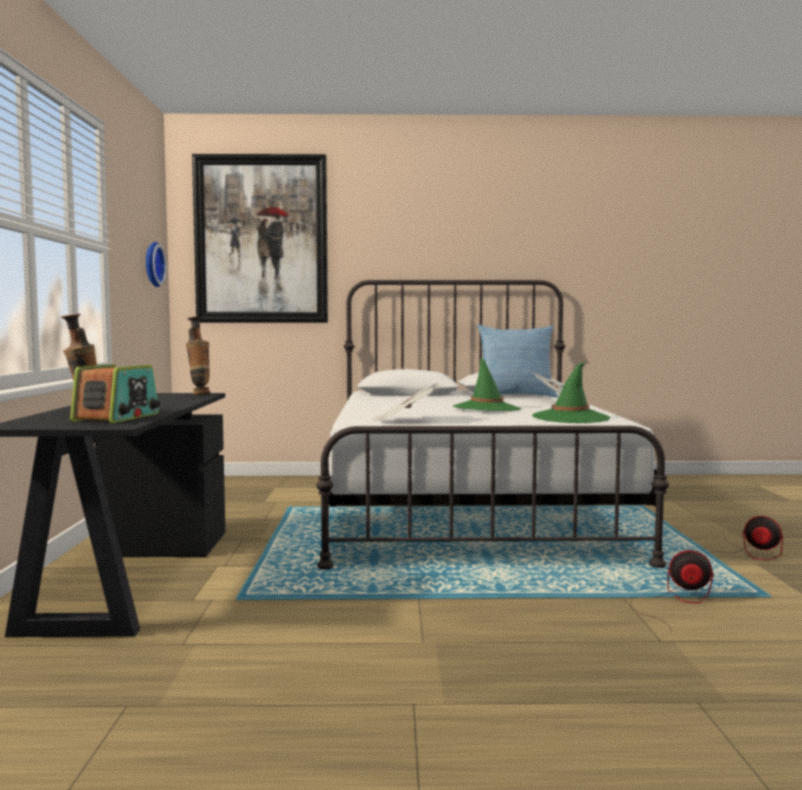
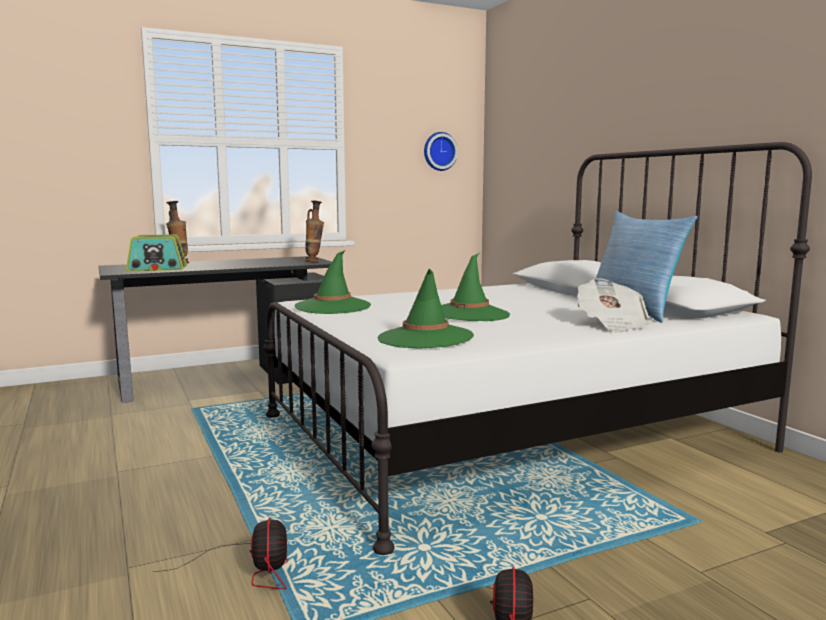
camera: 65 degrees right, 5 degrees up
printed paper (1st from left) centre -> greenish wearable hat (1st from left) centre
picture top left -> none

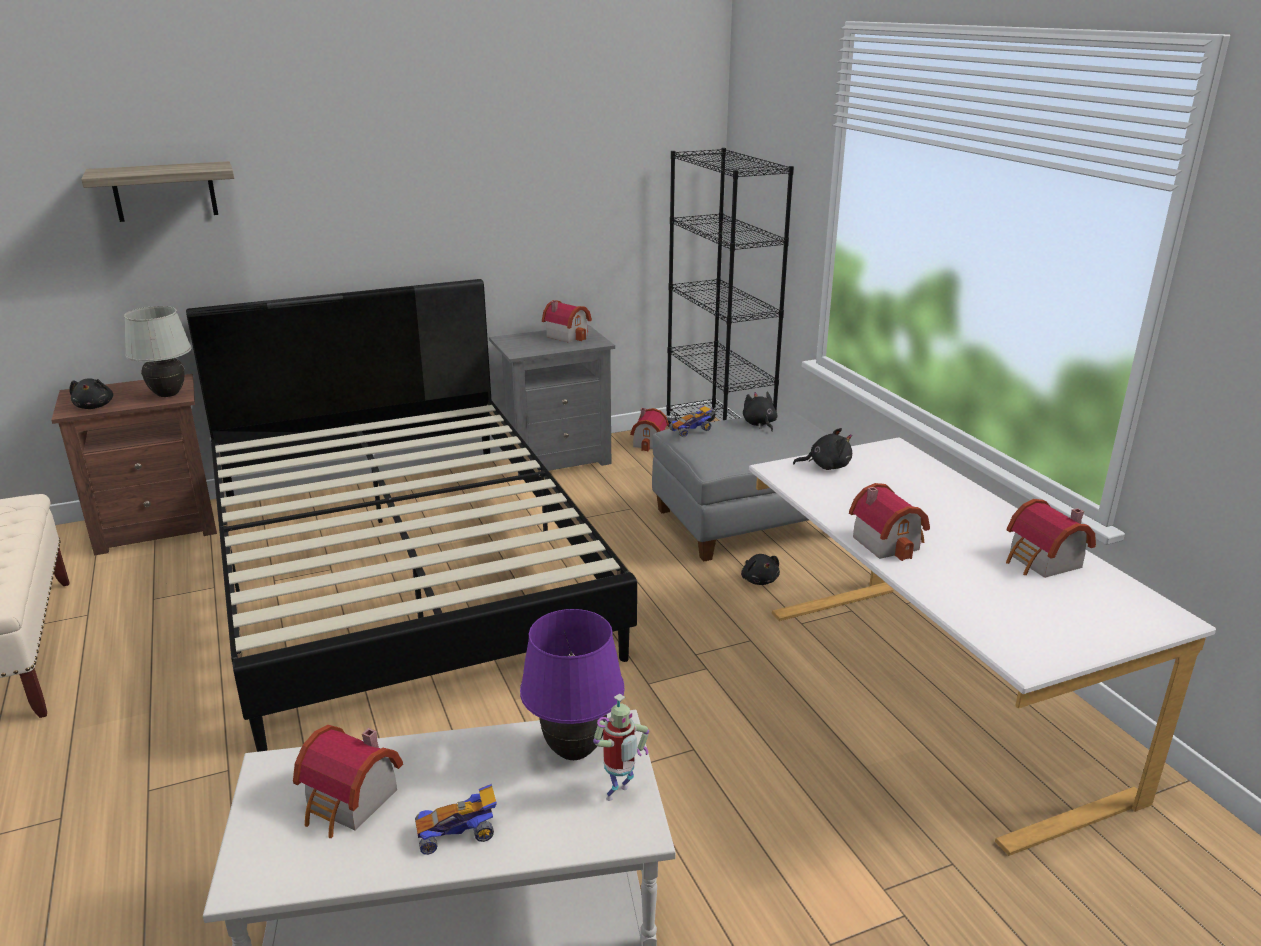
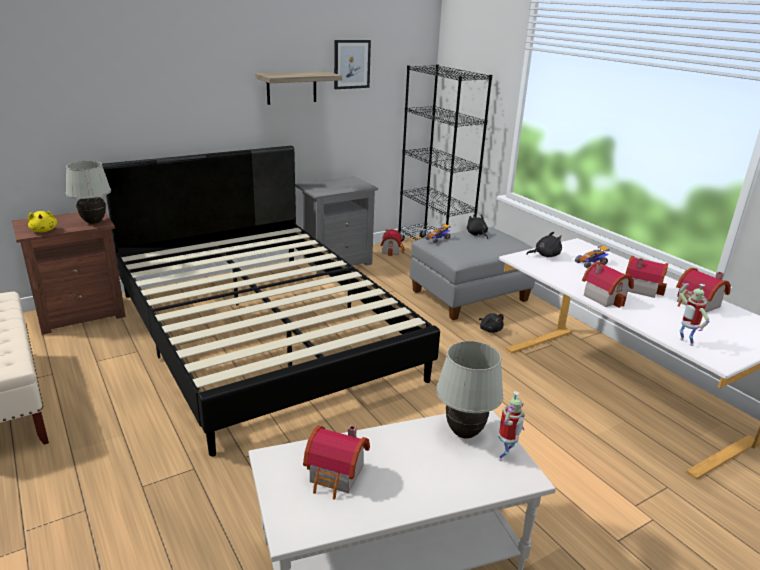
camera: 10 degrees left, 0 degrees up
black-coloured cuddly toy (1st from left) middle left -> yellow cuddly toy middle left
bracket shelf top left -> bracket shelf top centre, move
none -> picture top centre
purple-coloured tabletop lamp bottom centre -> white-coloured tabletop lamp (2nd from left) bottom centre
toy car (1st from left in the first image) bottom centre -> toy car (2nd from left) middle right, move
toy house (2nd from left in the first image) centre -> toy house (4th from left) middle right, move
none -> toy robot (2nd from left) middle right

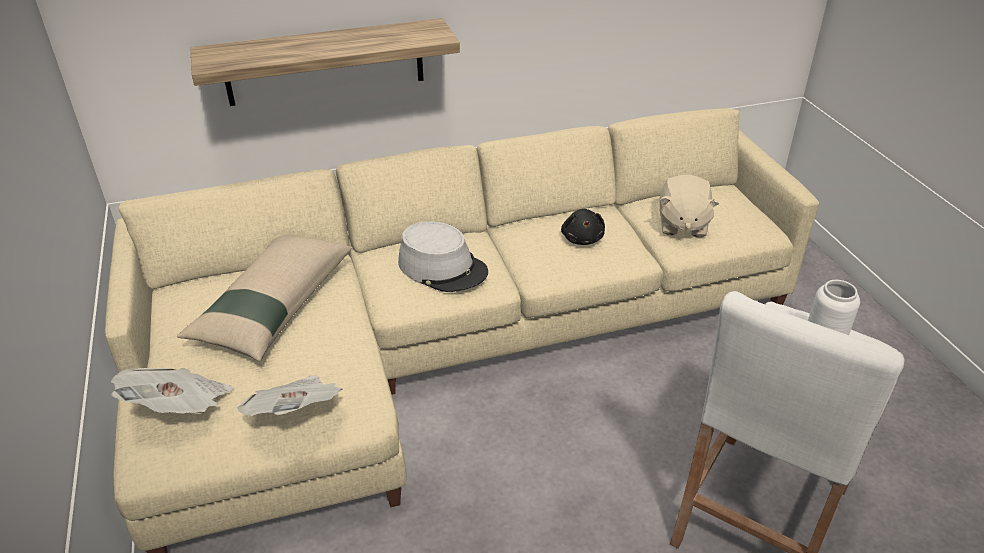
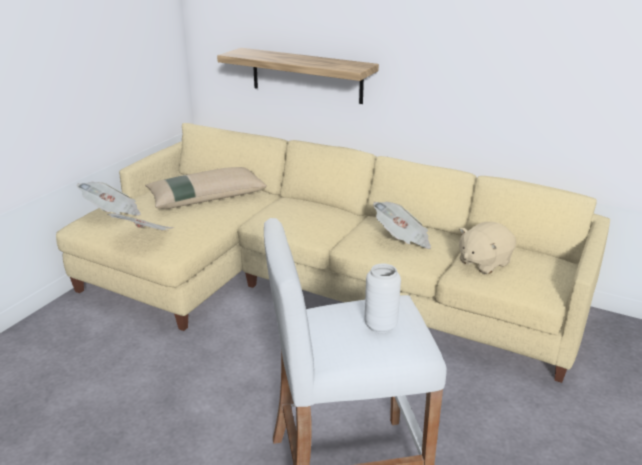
camera: 45 degrees right, 10 degrees down
black-coloured cuddly toy centre -> printed paper (3rd from left) centre
gray wearable hat centre -> none

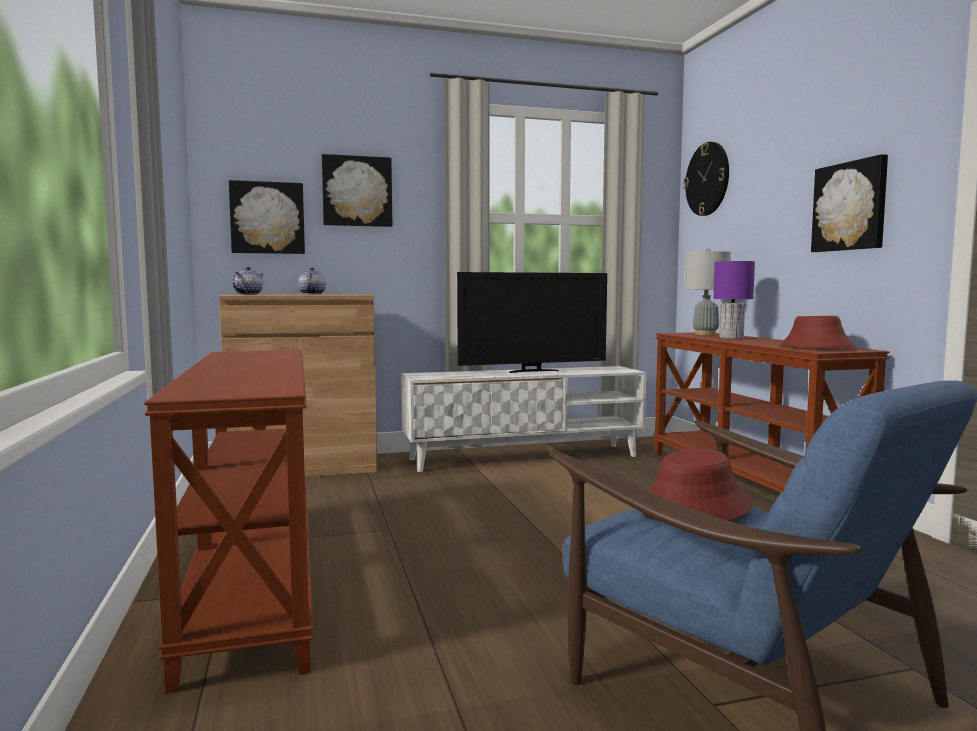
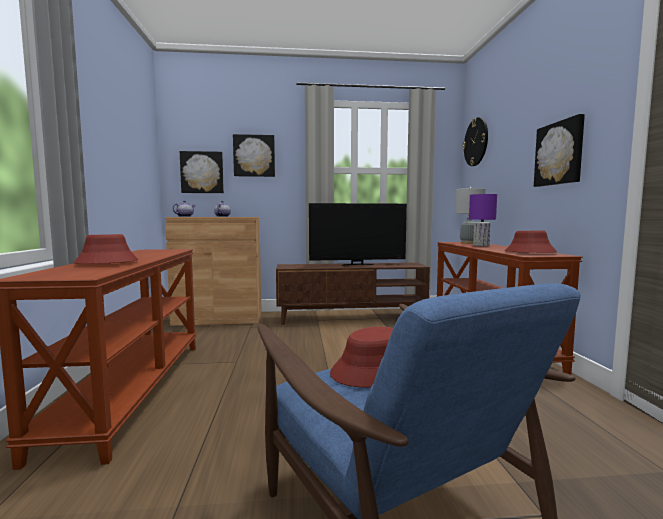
camera: 10 degrees right, 0 degrees up
none -> red-coloured wearable hat (1st from left) middle left
white-coloured tv stand centre -> brownish tv stand centre

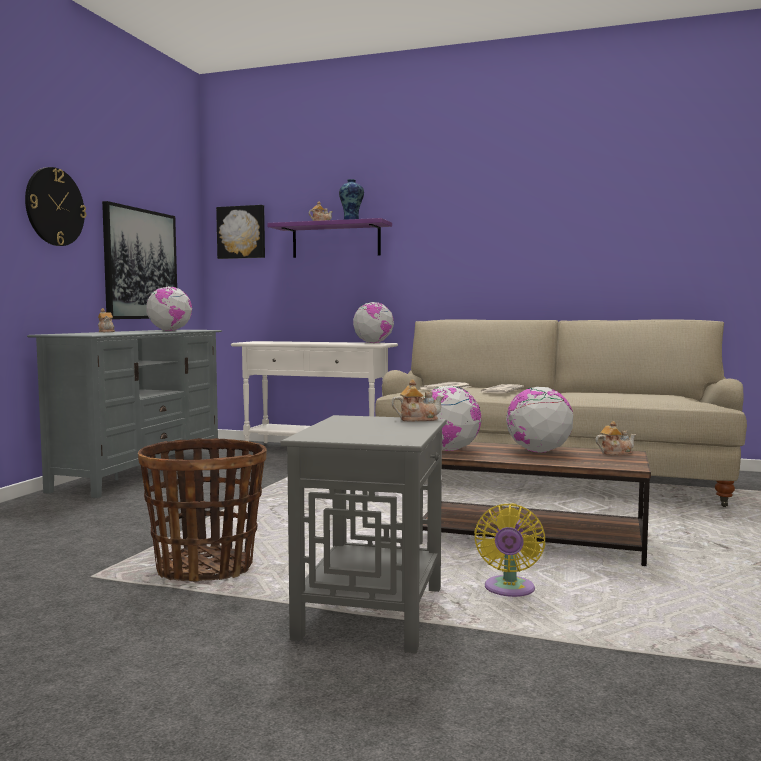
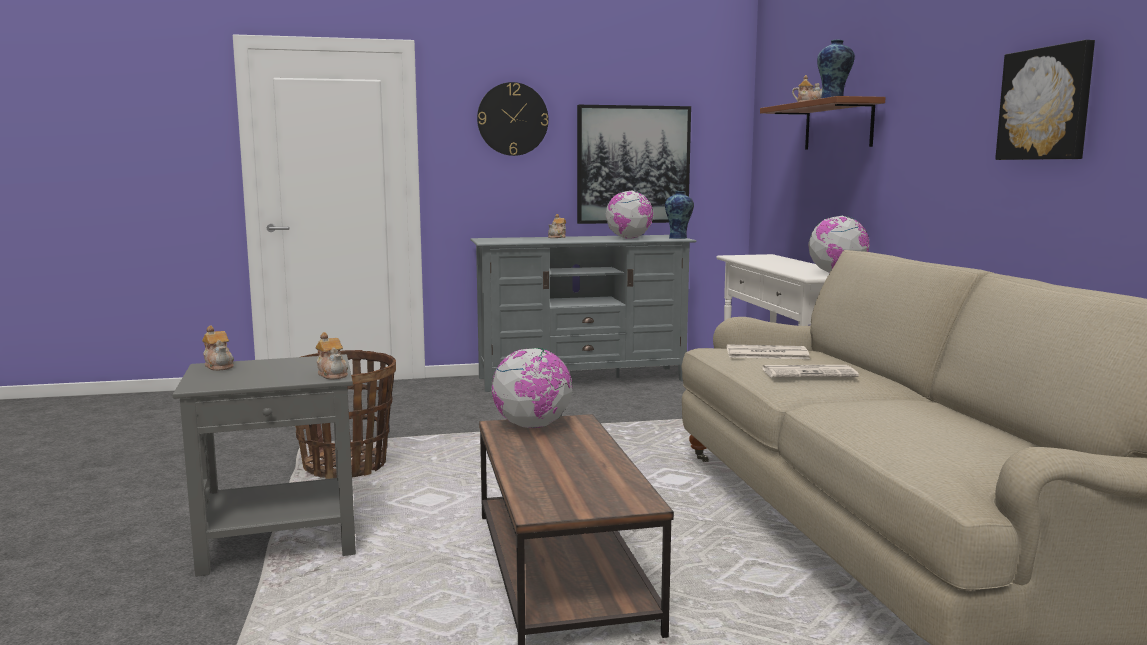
camera: 60 degrees right, 5 degrees up
pot for tea (4th from left in the first image) middle right -> pot for tea (1st from left) middle left, move
none -> flower vase (1st from left) centre
purple-coloured bracket shelf top centre -> brownish bracket shelf top right
picture (2nd from left) top left -> picture (2nd from left) top right, move
yellow electric fan bottom right -> none
world globe (4th from left) middle right -> none

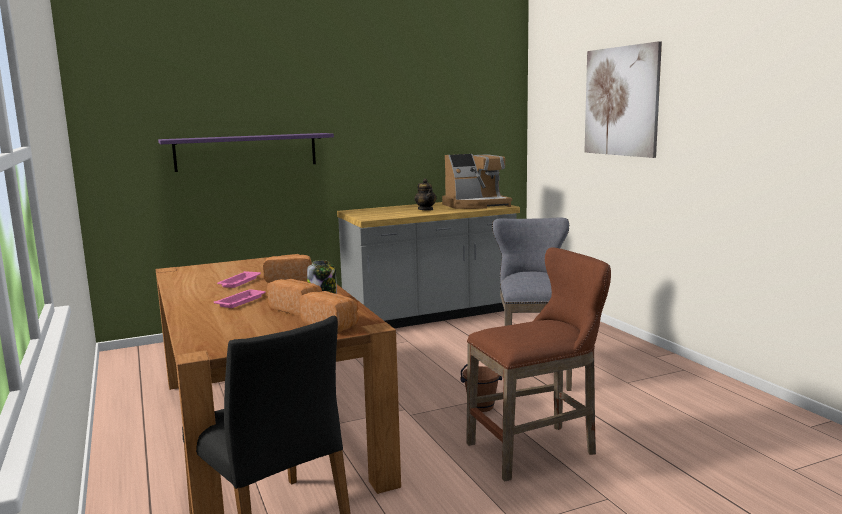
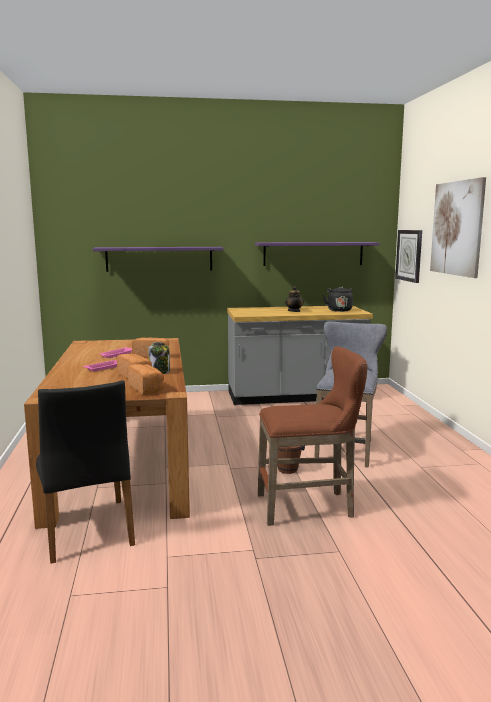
camera: 15 degrees right, 0 degrees up
none -> purple-coloured bracket shelf (2nd from left) centre
coffee machine centre -> black-coloured tea kettle middle right
none -> hanging clock middle right

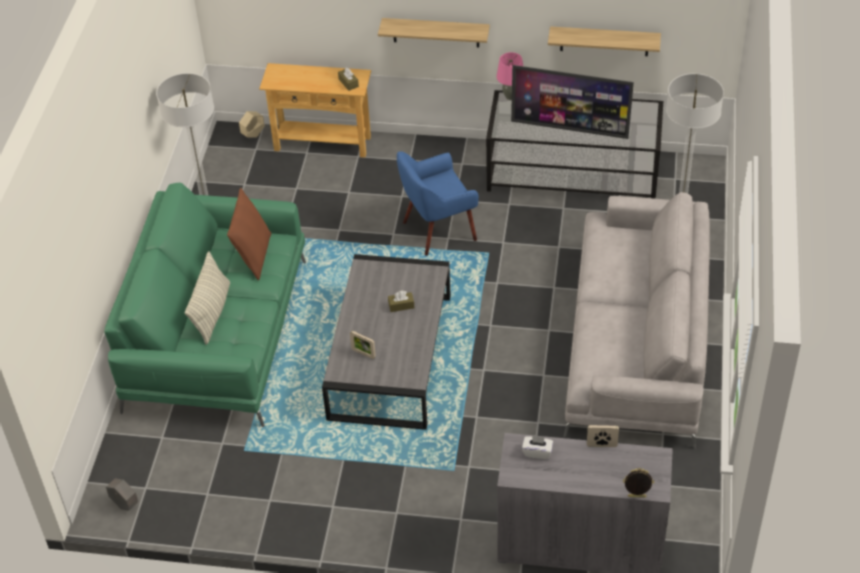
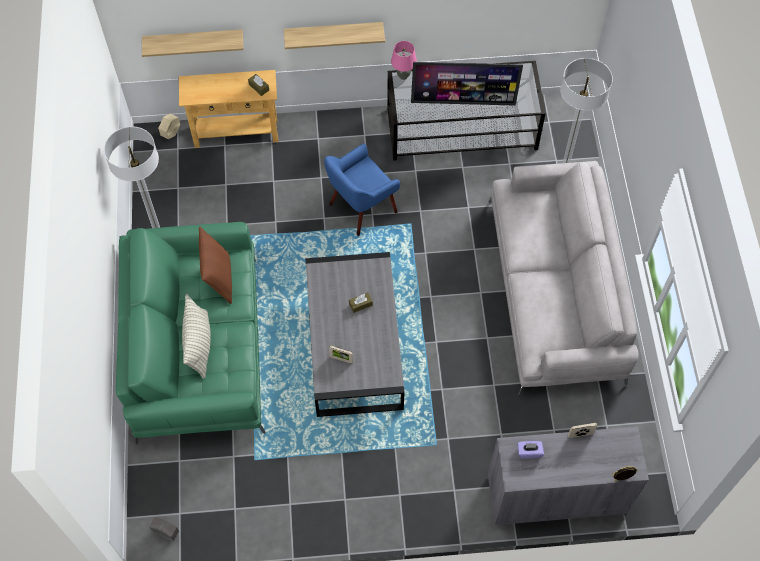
camera: 15 degrees left, 15 degrees up
bracket shelf (2nd from left in the first image) top right -> bracket shelf (1st from left) top left, move
white-coloured box of tissues bottom centre -> purple-coloured box of tissues bottom right

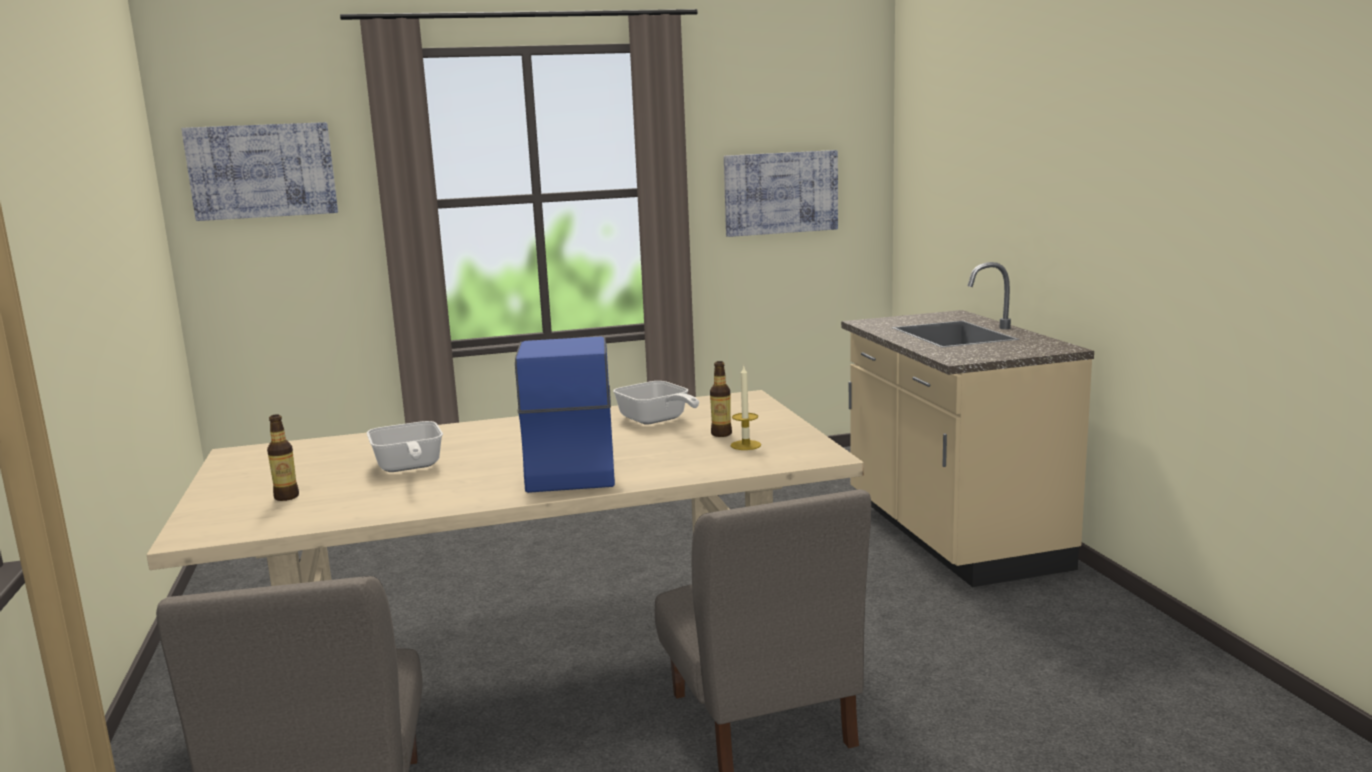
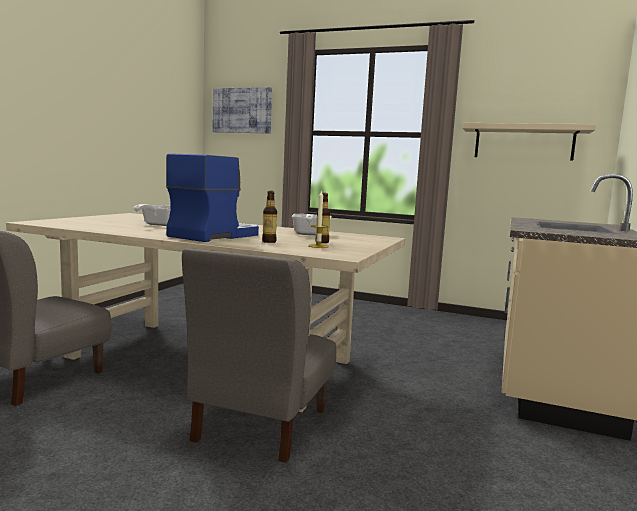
camera: 35 degrees right, 5 degrees down
bottle (1st from left) middle left -> bottle (1st from left) centre, move
picture (2nd from left) top centre -> beige-coloured bracket shelf top right

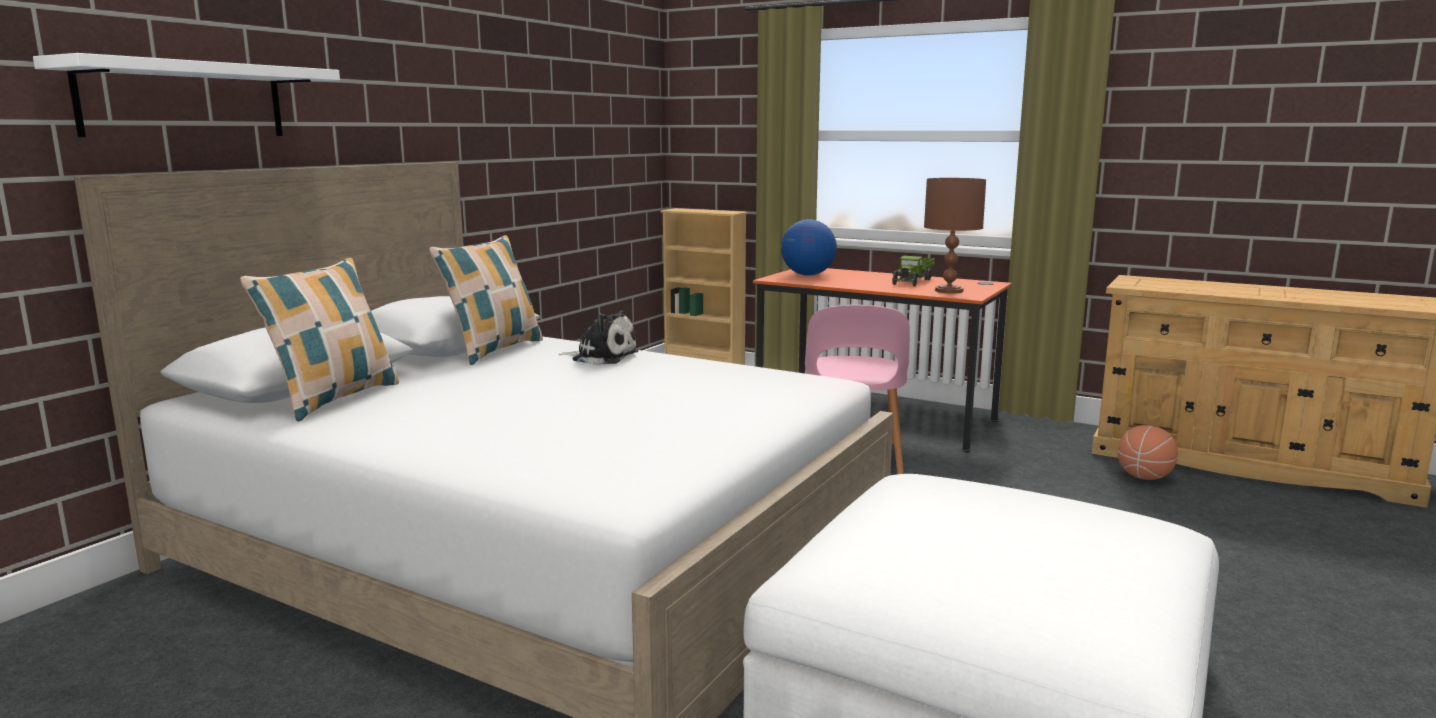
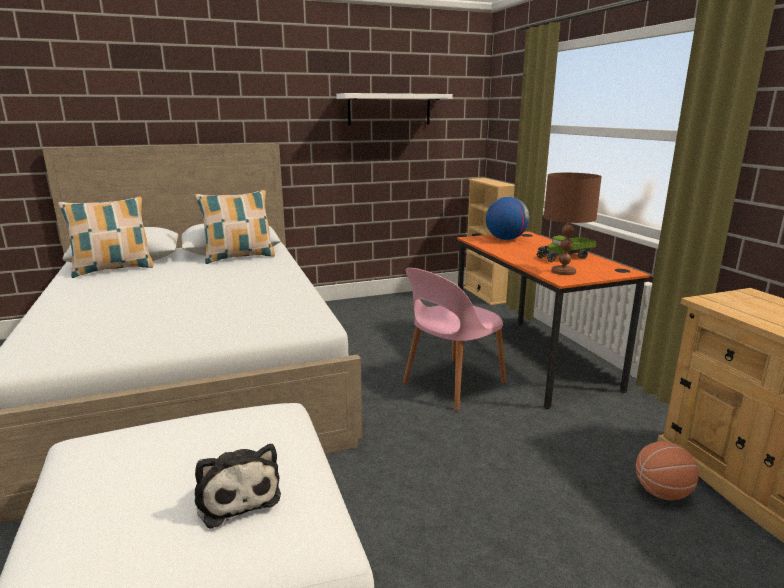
camera: 40 degrees right, 5 degrees up
cuddly toy centre -> cuddly toy bottom left, move
white-coloured bracket shelf top left -> white-coloured bracket shelf top centre, move

